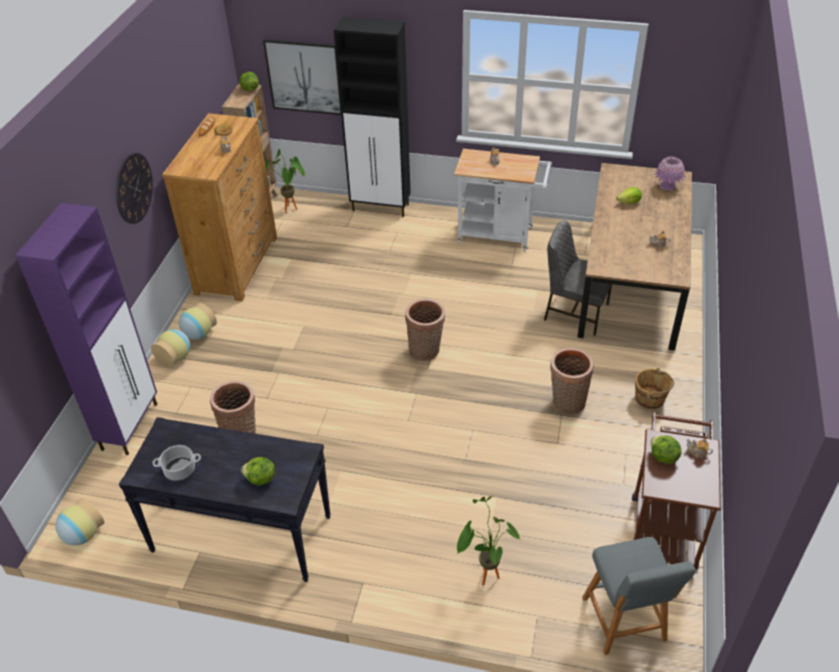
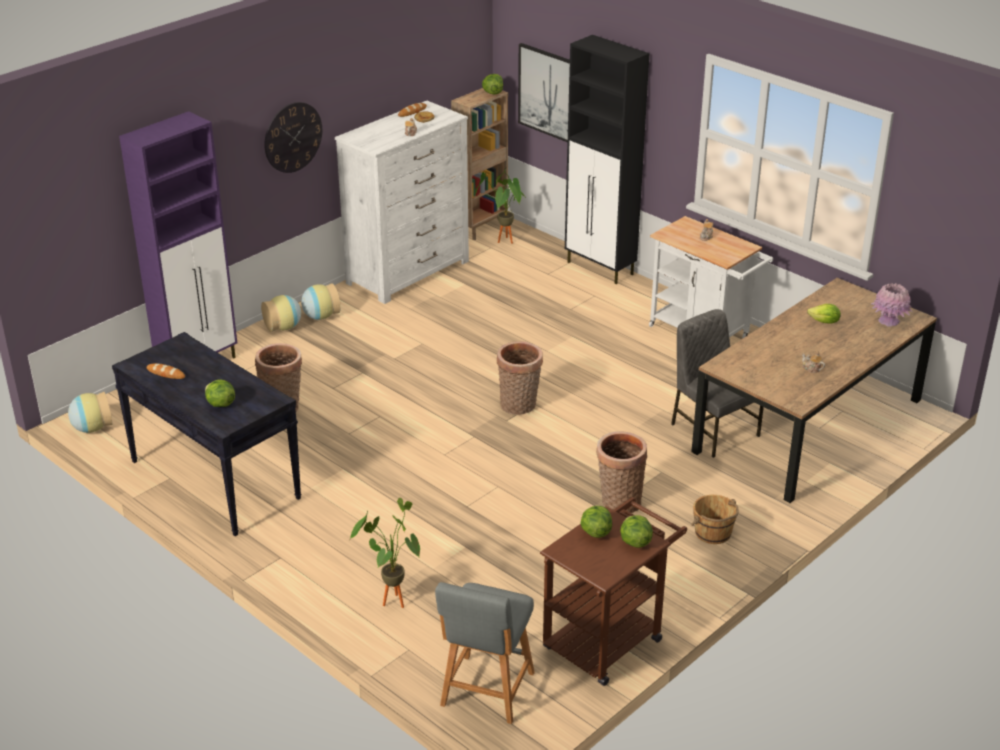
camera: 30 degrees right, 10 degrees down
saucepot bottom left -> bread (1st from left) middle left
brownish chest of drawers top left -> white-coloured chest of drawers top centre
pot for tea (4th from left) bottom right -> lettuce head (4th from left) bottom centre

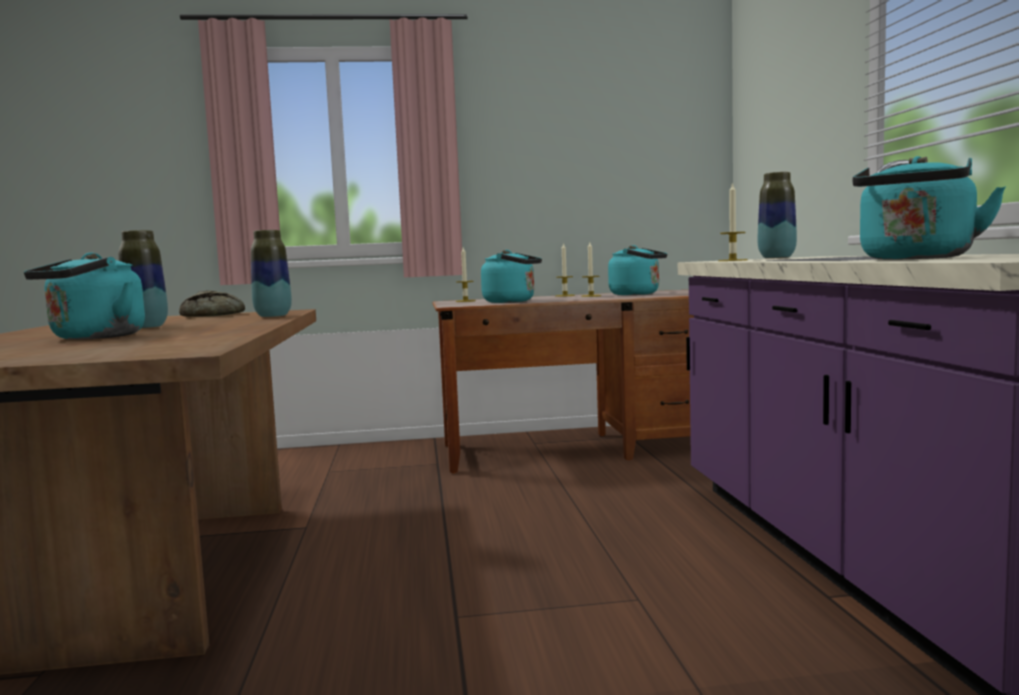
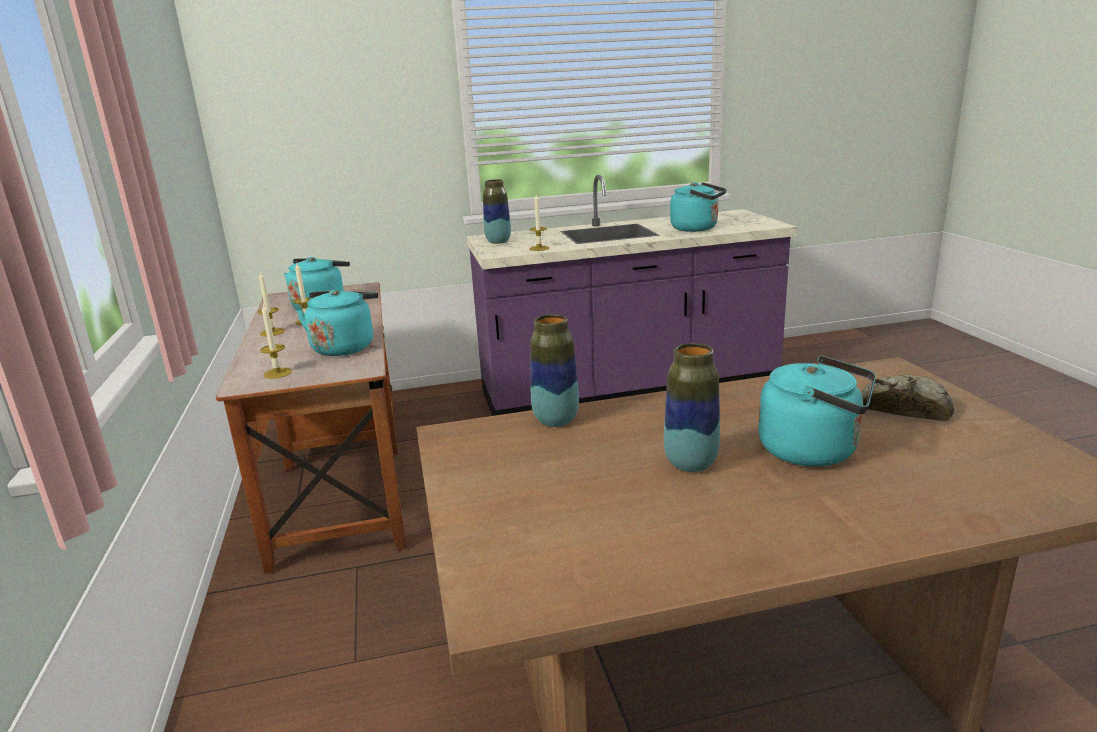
camera: 95 degrees left, 15 degrees up
bread middle left -> bread middle right, move

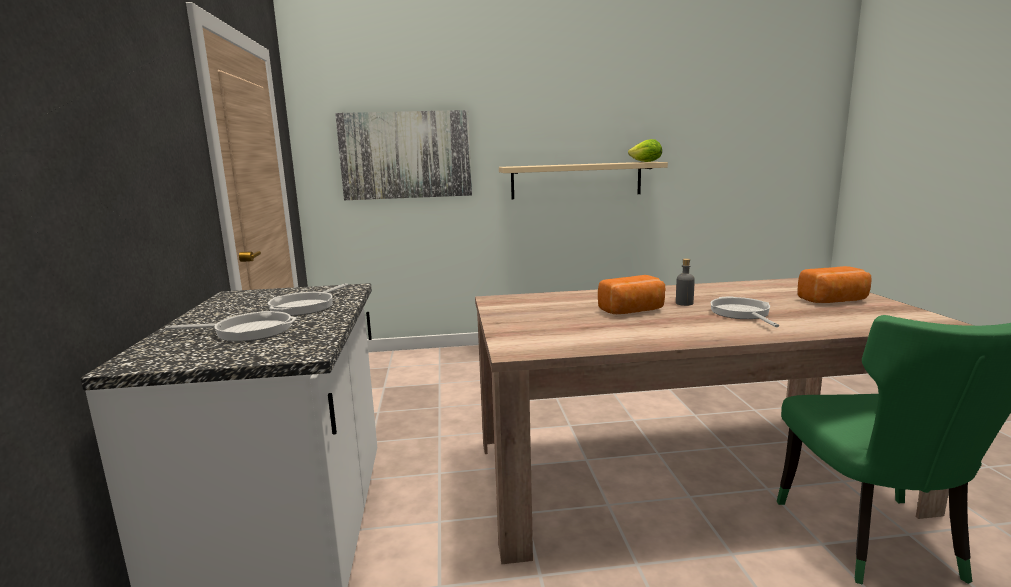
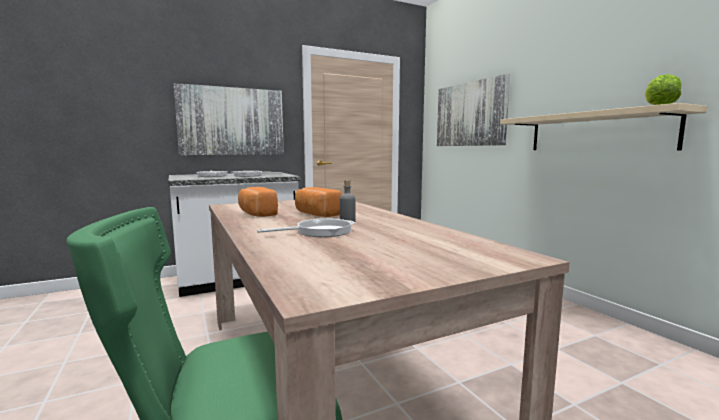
camera: 70 degrees right, 5 degrees down
none -> picture (1st from left) top left
bread (2nd from left in the first image) middle right -> bread (1st from left) centre, move

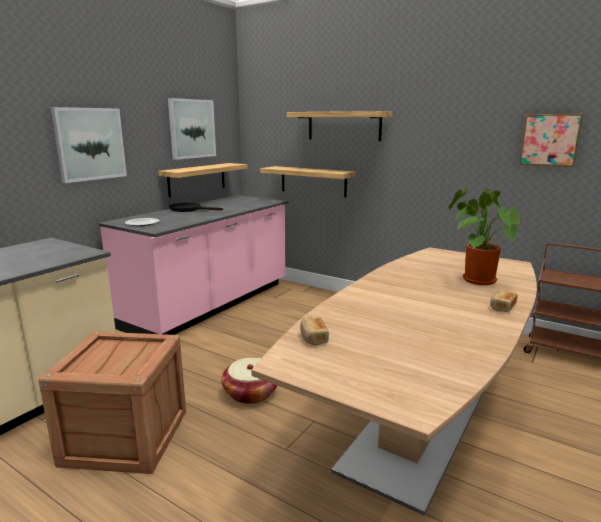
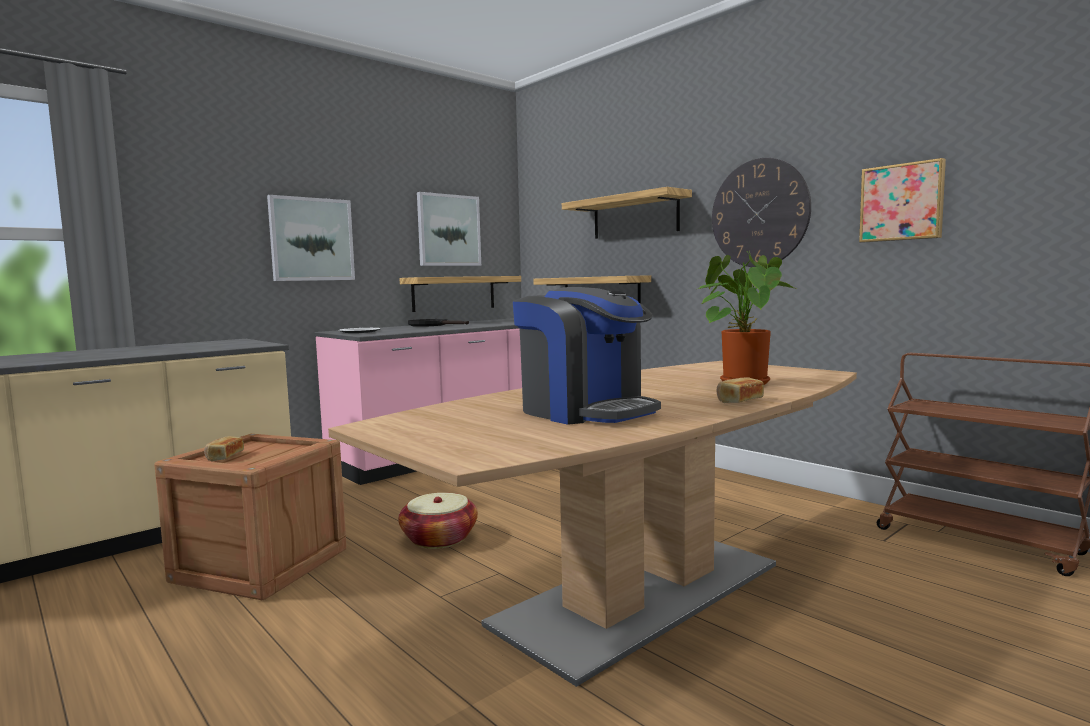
camera: 15 degrees right, 10 degrees down
bread (1st from left) centre -> bread (1st from left) middle left, move
none -> coffee machine centre
none -> hanging clock top right

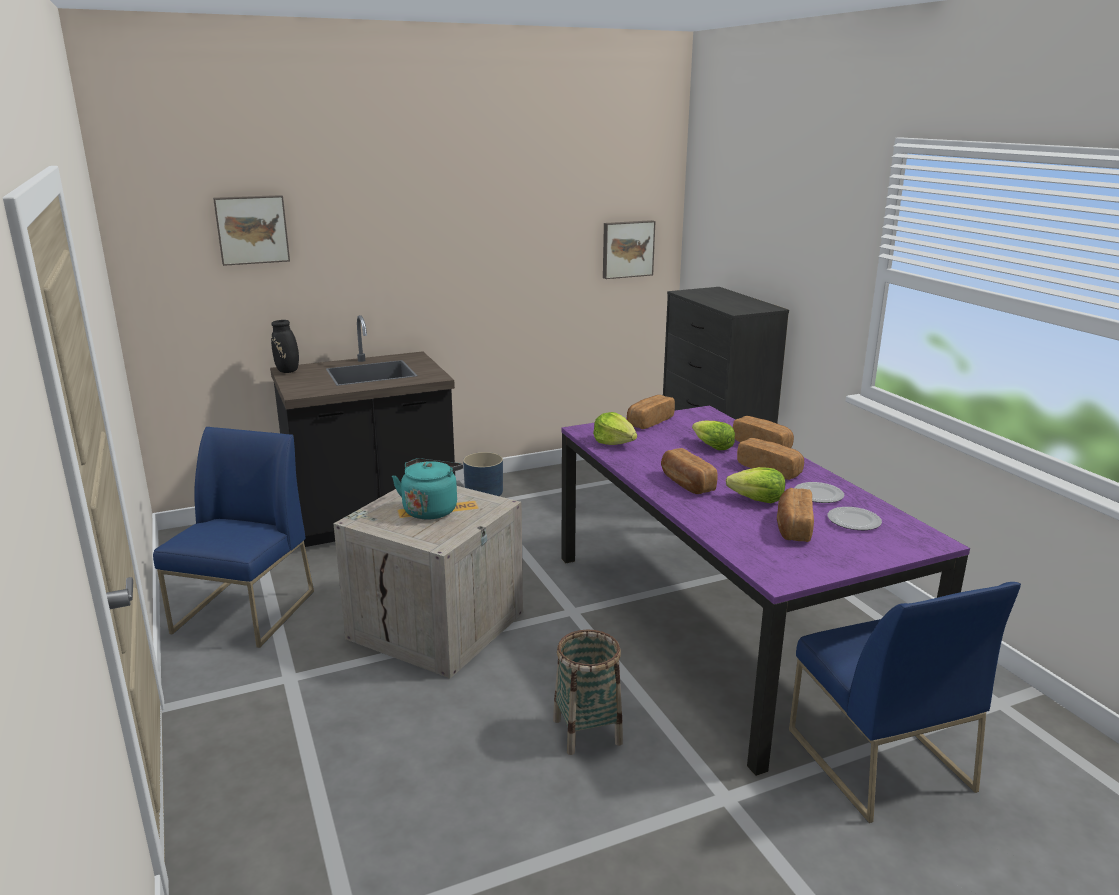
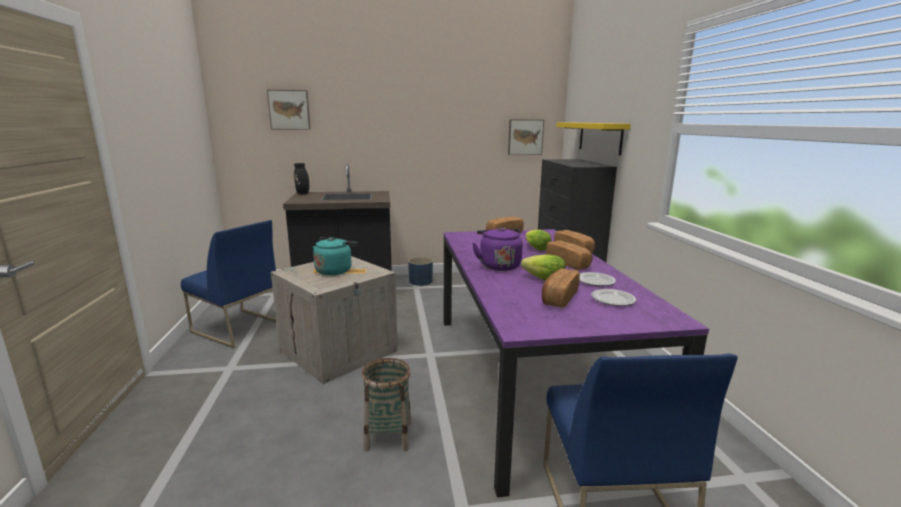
camera: 15 degrees right, 5 degrees down
blue-coloured plain chair (1st from left) middle left, 90 degrees clockwise
bread (2nd from left) centre -> purple-coloured tea kettle centre
none -> yellow bracket shelf top centre
lettuce head (1st from left) centre -> none

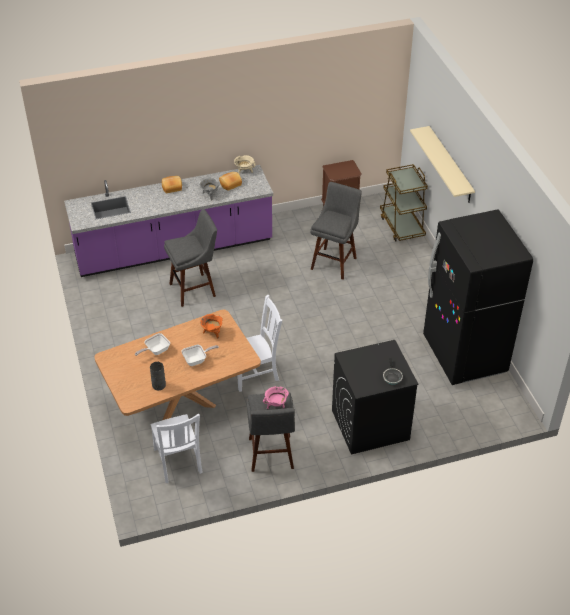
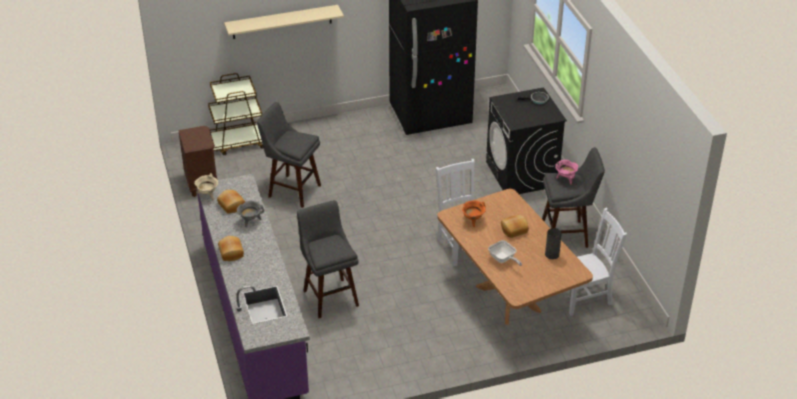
camera: 90 degrees left, 5 degrees down
frying pan (2nd from left) centre -> bread (3rd from left) centre

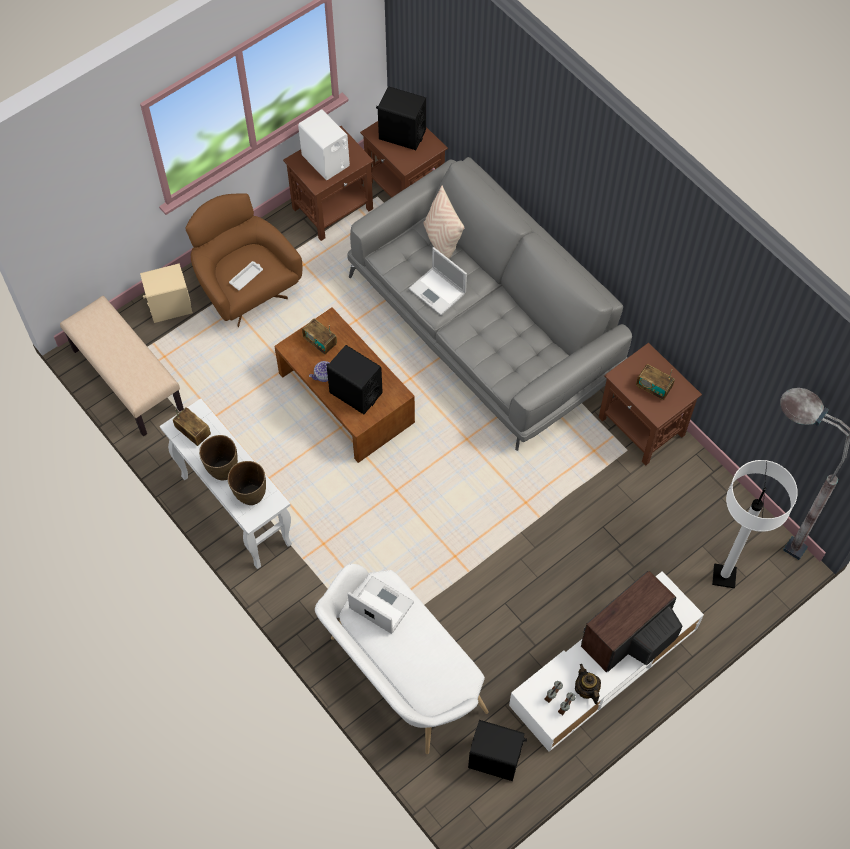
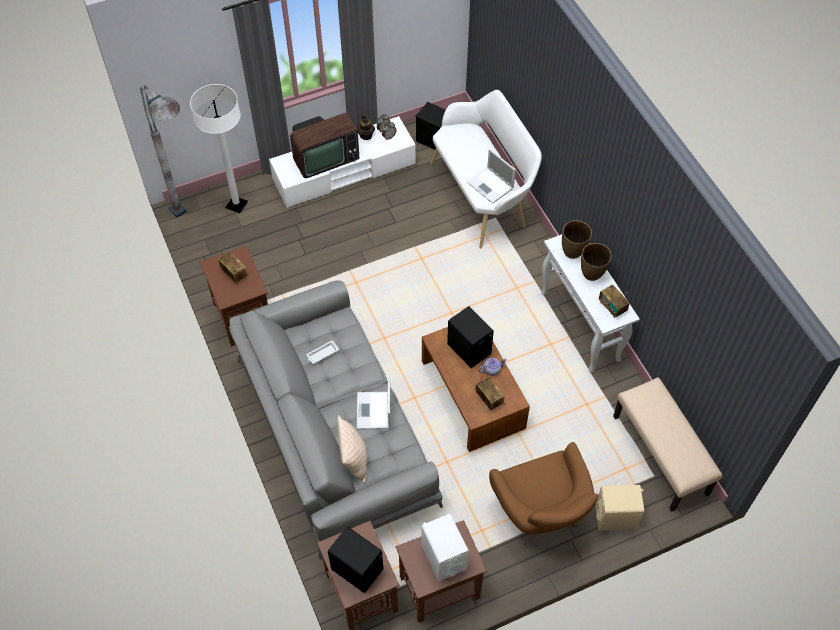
camera: 165 degrees left, 5 degrees down
white-coloured serving tray top left -> white-coloured serving tray centre, move
laptop (2nd from left in the first image) top centre -> laptop (1st from left) centre, 150 degrees counterclockwise

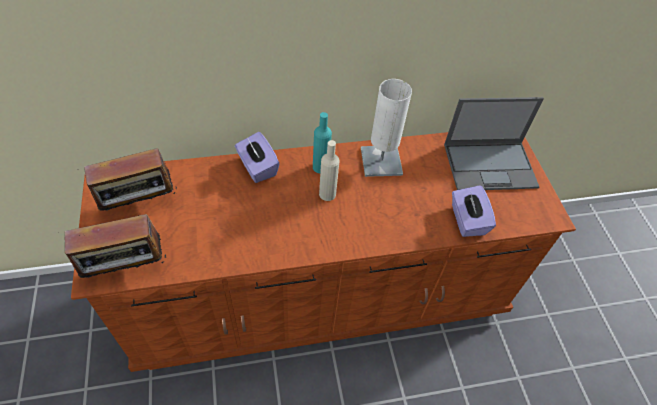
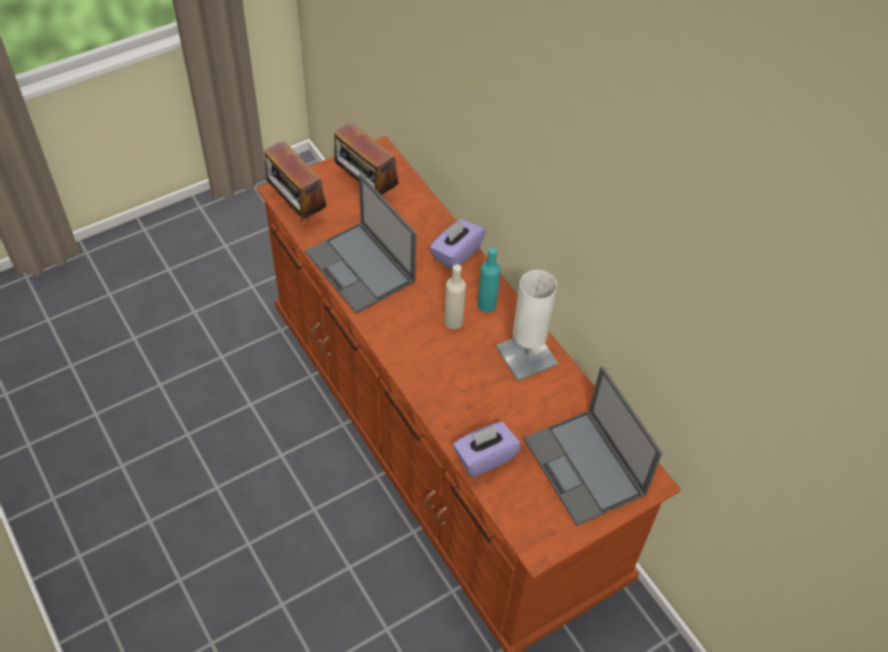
camera: 70 degrees right, 0 degrees up
none -> laptop (1st from left) centre

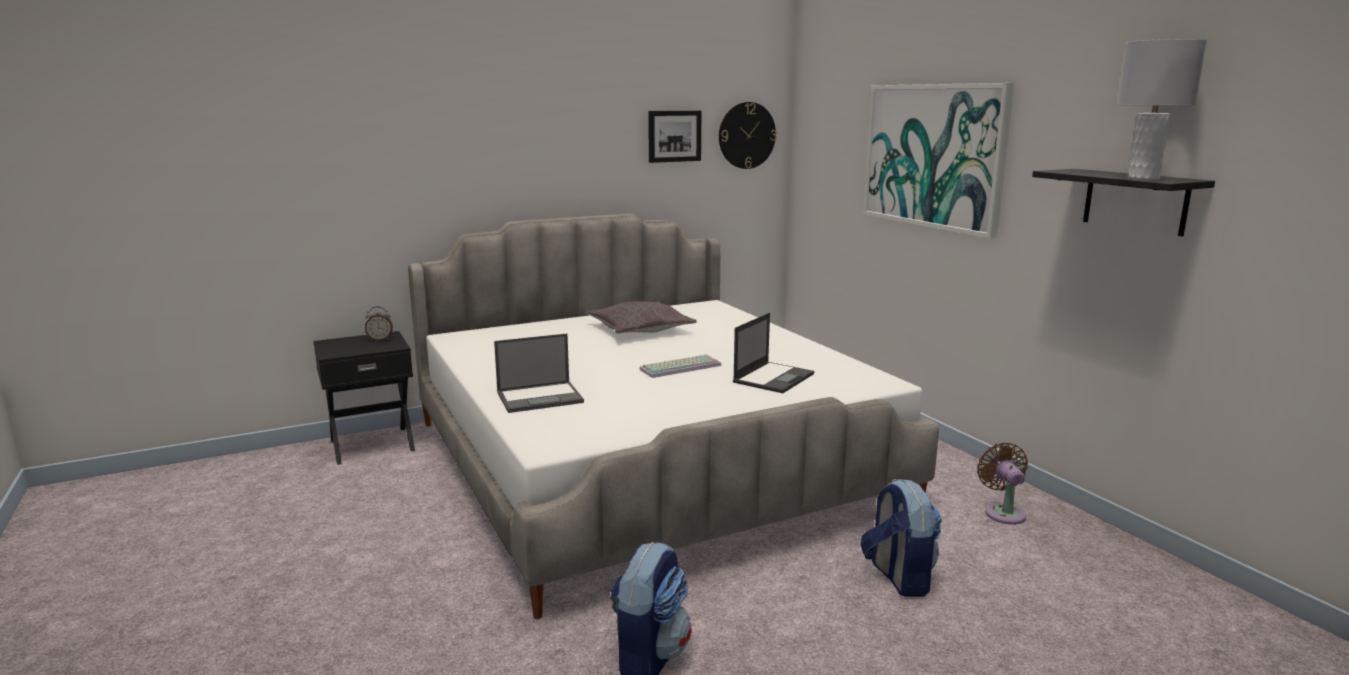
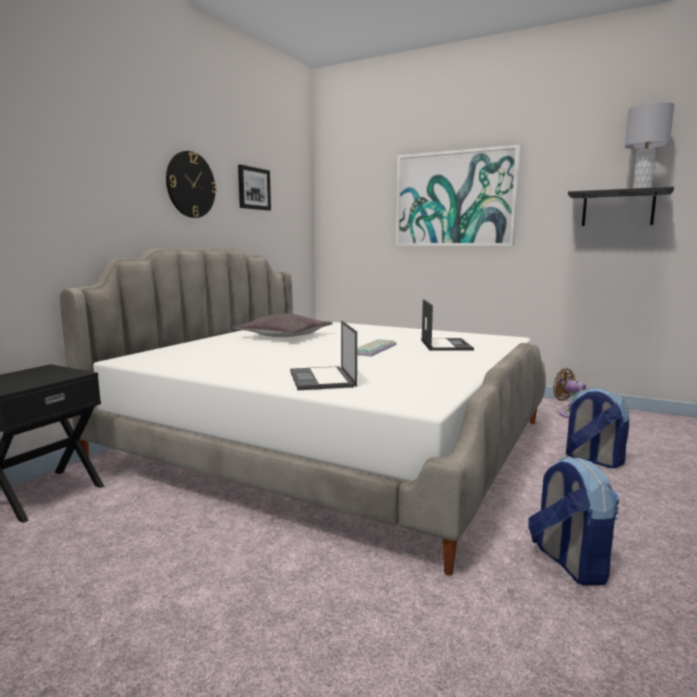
camera: 35 degrees left, 5 degrees down
hanging clock top centre -> hanging clock top left, move
laptop (1st from left) centre, 135 degrees clockwise
bedside clock middle left -> none

